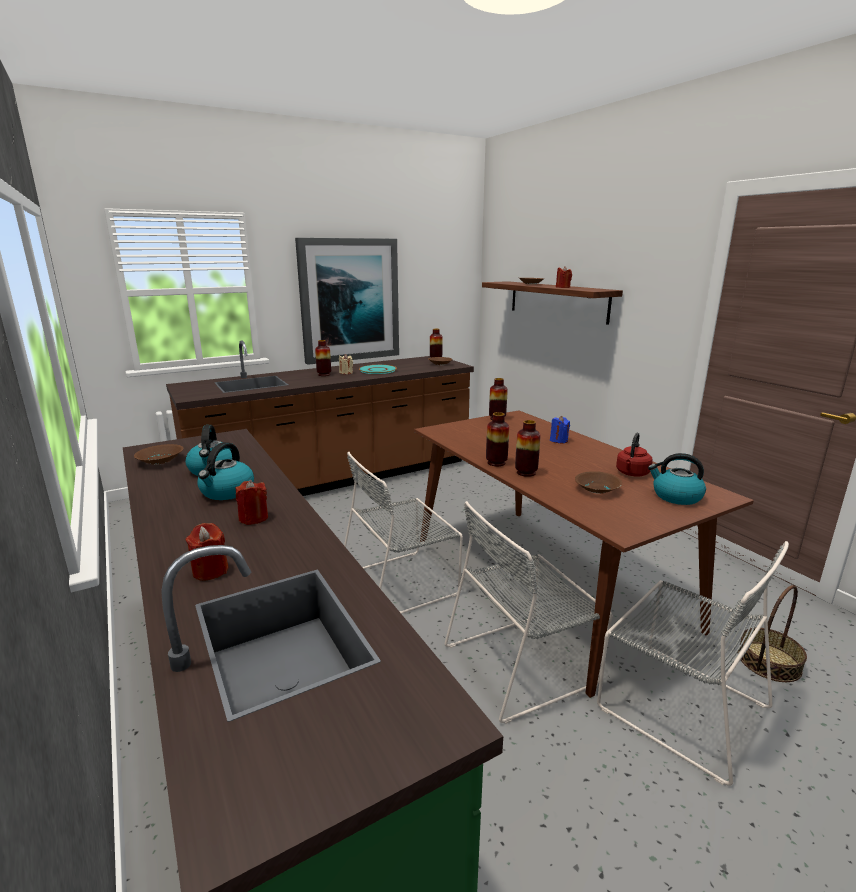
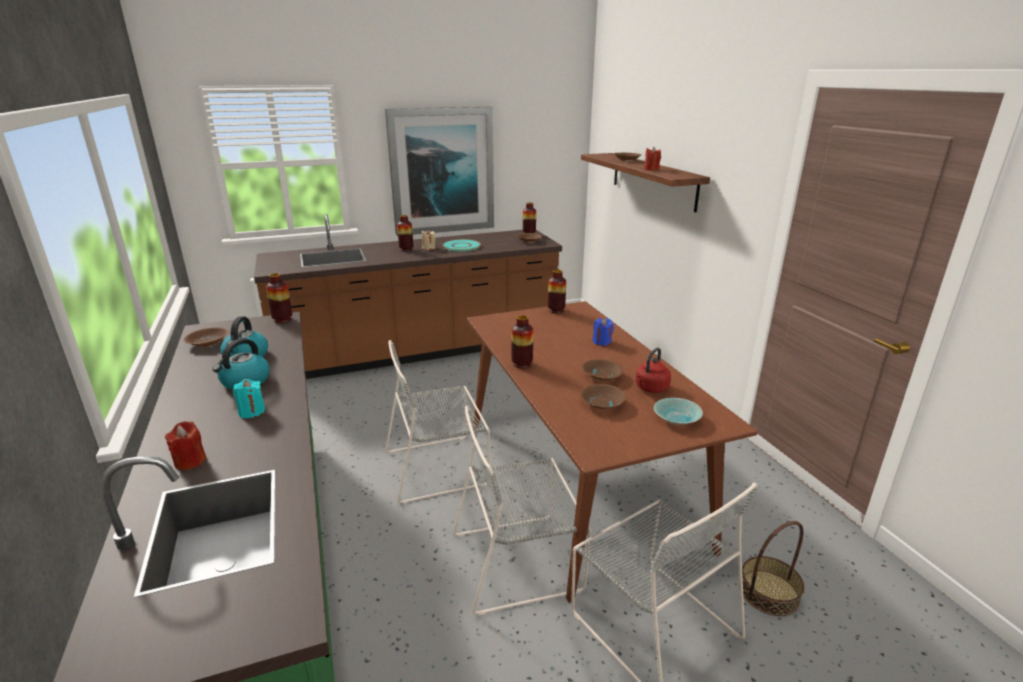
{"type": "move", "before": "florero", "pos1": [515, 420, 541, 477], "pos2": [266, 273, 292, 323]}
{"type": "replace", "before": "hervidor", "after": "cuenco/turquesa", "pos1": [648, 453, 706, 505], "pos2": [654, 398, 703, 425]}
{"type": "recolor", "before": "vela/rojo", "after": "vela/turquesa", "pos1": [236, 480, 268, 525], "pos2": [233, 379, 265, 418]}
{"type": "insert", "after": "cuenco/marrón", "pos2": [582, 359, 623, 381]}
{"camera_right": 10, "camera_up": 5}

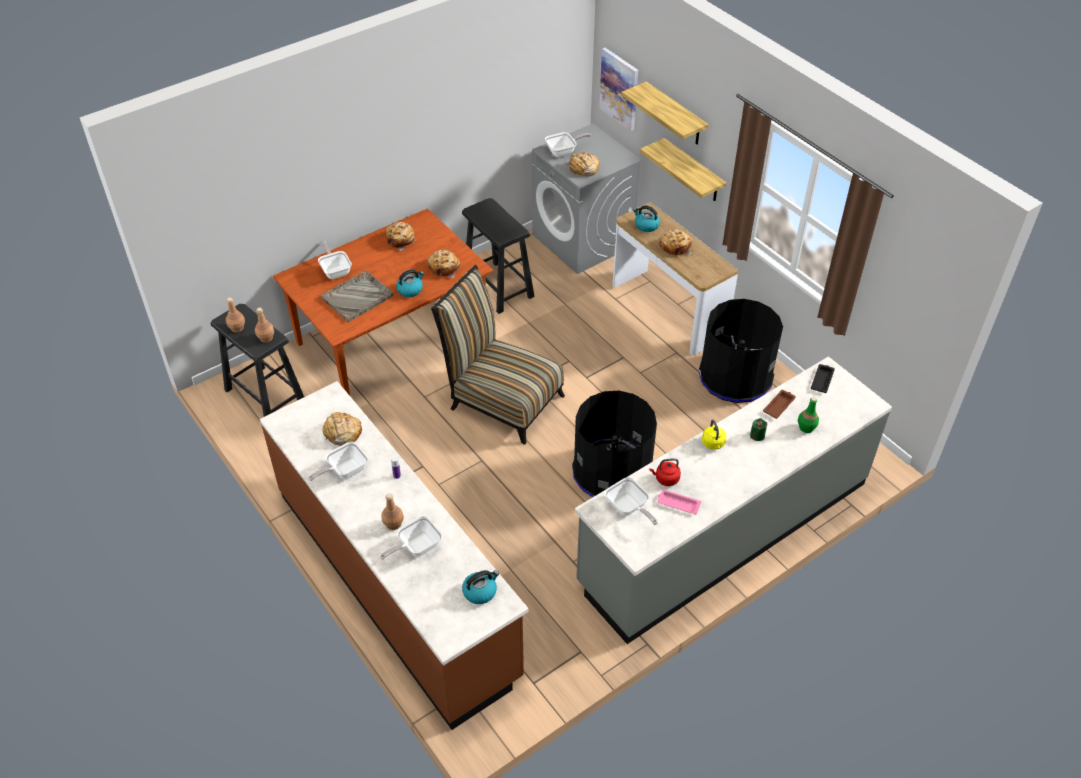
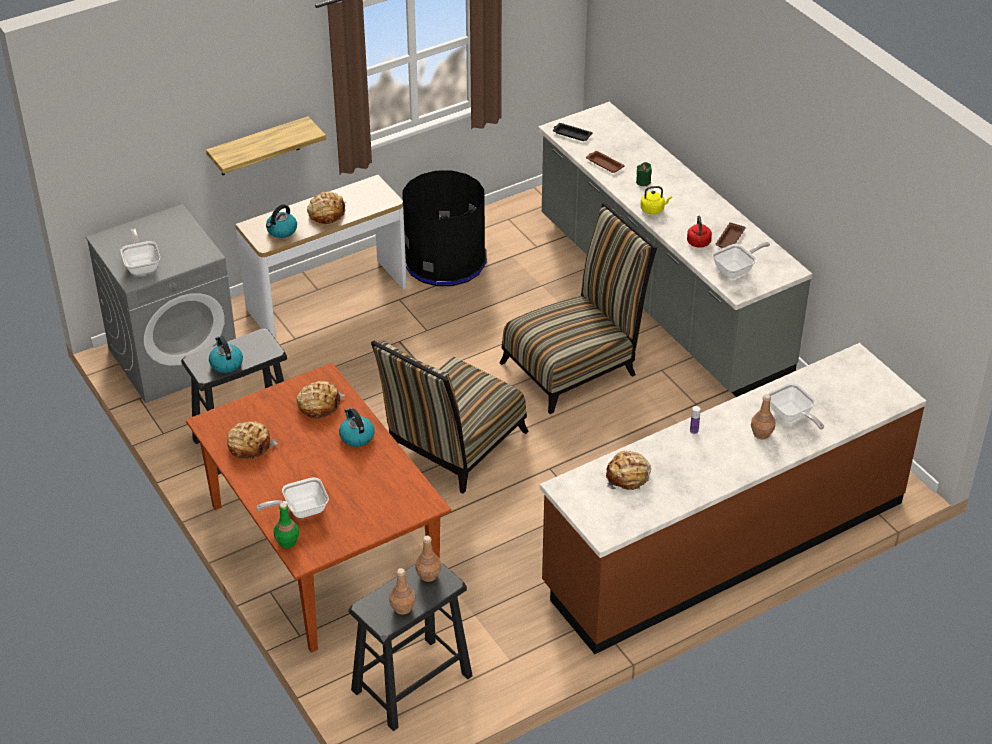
{"type": "delete", "before": "cuadro", "pos1": [599, 48, 638, 131]}
{"type": "delete", "before": "estante", "pos1": [621, 81, 708, 144]}
{"type": "delete", "before": "pan", "pos1": [567, 152, 599, 177]}
{"type": "delete", "before": "bandeja/gris", "pos1": [321, 270, 394, 322]}
{"type": "replace", "before": "papelera/negro", "after": "silla", "pos1": [572, 391, 657, 497], "pos2": [500, 202, 657, 414]}
{"type": "move", "before": "botella/verde", "pos1": [798, 397, 819, 433], "pos2": [274, 502, 299, 548]}
{"type": "delete", "before": "sartén", "pos1": [308, 442, 368, 481]}
{"type": "recolor", "before": "bandeja/rosa", "after": "bandeja/marrón", "pos1": [657, 490, 701, 514], "pos2": [716, 222, 746, 249]}
{"type": "move", "before": "hervidor", "pos1": [462, 570, 499, 604], "pos2": [209, 336, 243, 373]}
{"camera_right": -85, "camera_up": -5}

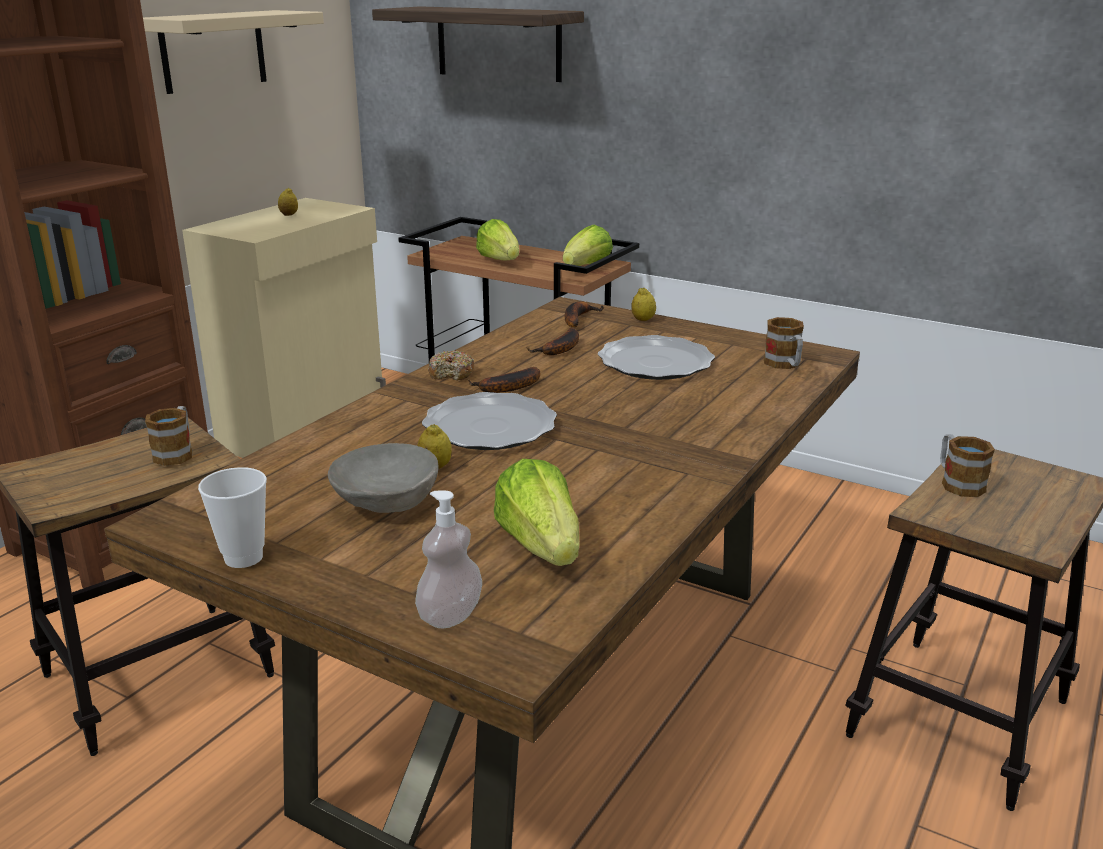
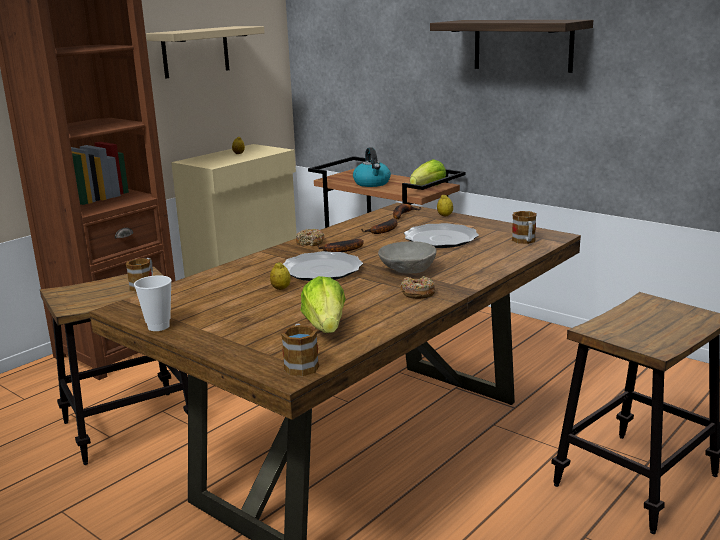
{"type": "move", "before": "estante", "pos1": [372, 6, 584, 82], "pos2": [430, 20, 593, 73]}
{"type": "replace", "before": "lechuga", "after": "hervidor", "pos1": [476, 219, 519, 260], "pos2": [353, 147, 391, 187]}
{"type": "move", "before": "taza grande", "pos1": [940, 434, 995, 497], "pos2": [281, 324, 319, 376]}
{"type": "move", "before": "cuenco/gris", "pos1": [328, 443, 439, 513], "pos2": [378, 241, 436, 273]}
{"type": "delete", "before": "dispensador de jabón", "pos1": [415, 490, 482, 629]}
{"type": "insert", "after": "rosquilla", "pos2": [401, 276, 436, 299]}
{"camera_right": 10, "camera_up": -5}

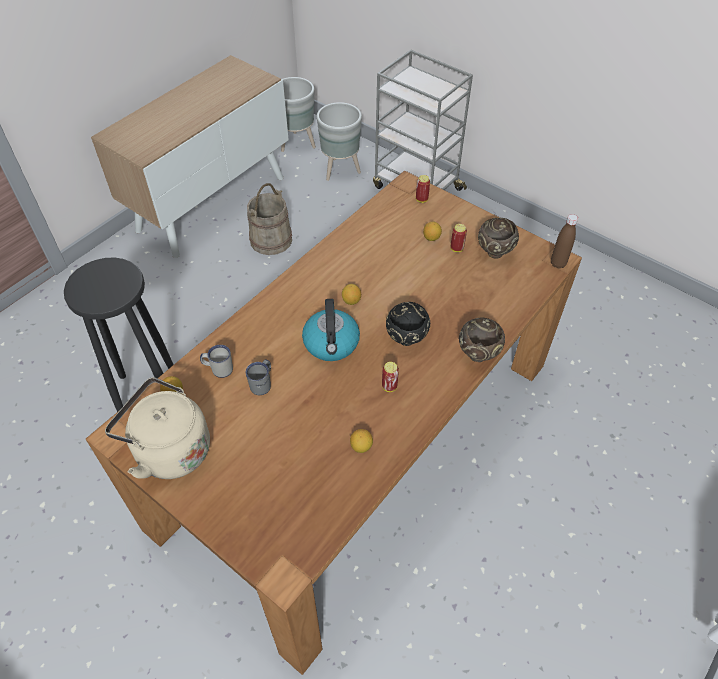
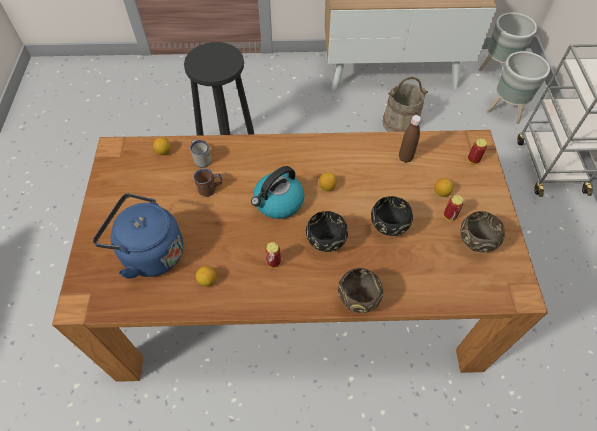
{"type": "move", "before": "botella/marrón", "pos1": [551, 214, 578, 269], "pos2": [399, 115, 422, 163]}
{"type": "recolor", "before": "taza grande/gris", "after": "taza grande/marrón", "pos1": [246, 360, 271, 395], "pos2": [194, 168, 222, 197]}
{"type": "delete", "before": "hervidor/beis", "pos1": [105, 377, 210, 479]}
{"type": "insert", "after": "hervidor/azul", "pos2": [93, 193, 183, 279]}
{"type": "insert", "after": "cuenco/negro", "pos2": [371, 196, 413, 236]}
{"camera_right": 50, "camera_up": 5}

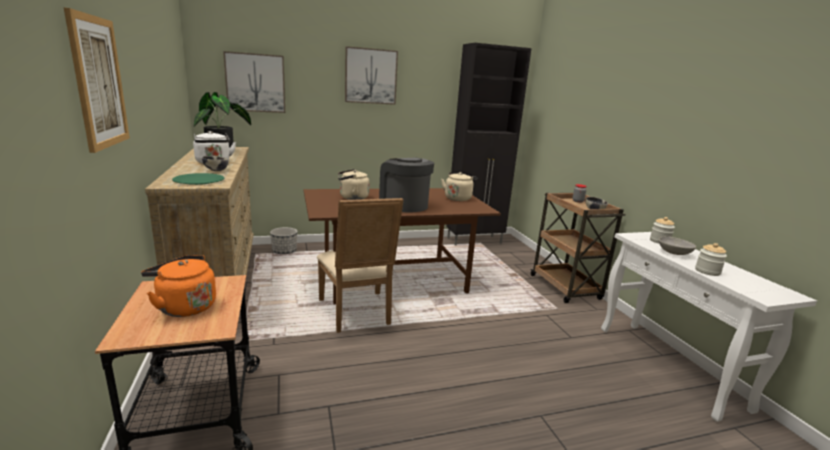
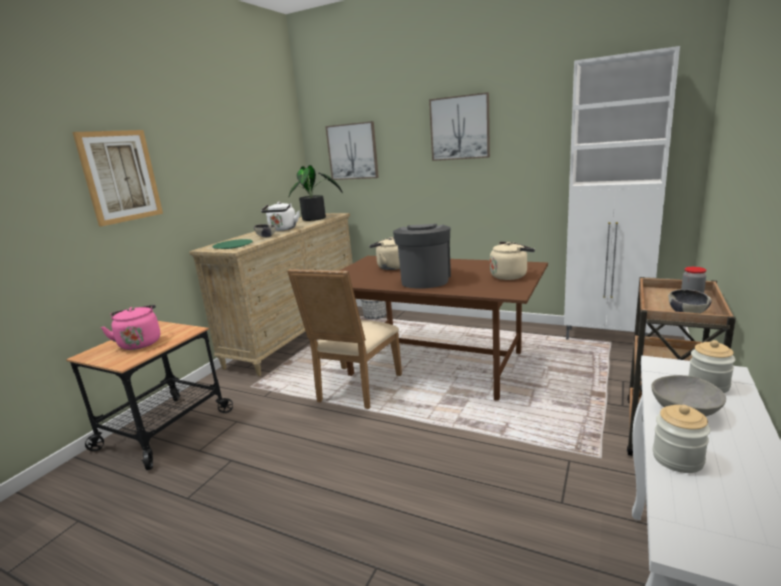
{"type": "recolor", "before": "armario/negro", "after": "armario/blanco", "pos1": [446, 43, 532, 246], "pos2": [564, 46, 680, 340]}
{"type": "recolor", "before": "hervidor/naranja", "after": "hervidor/rosa", "pos1": [141, 255, 216, 317], "pos2": [101, 304, 160, 350]}
{"camera_right": 45, "camera_up": 0}

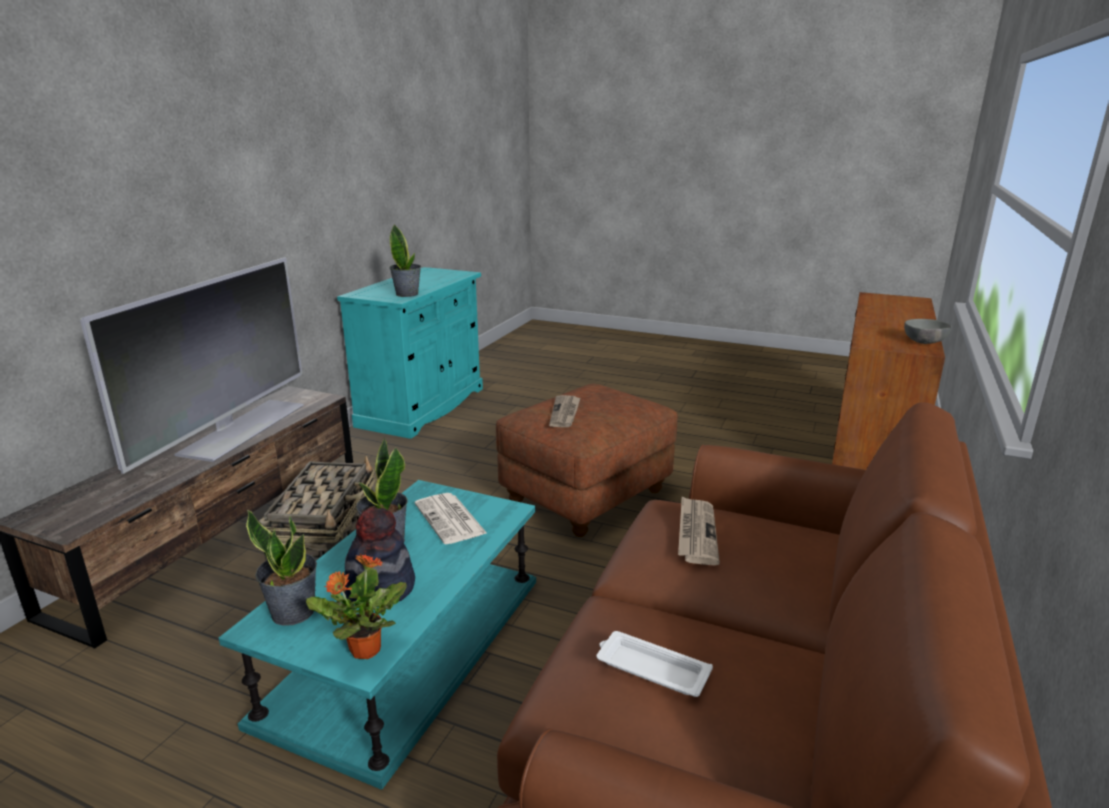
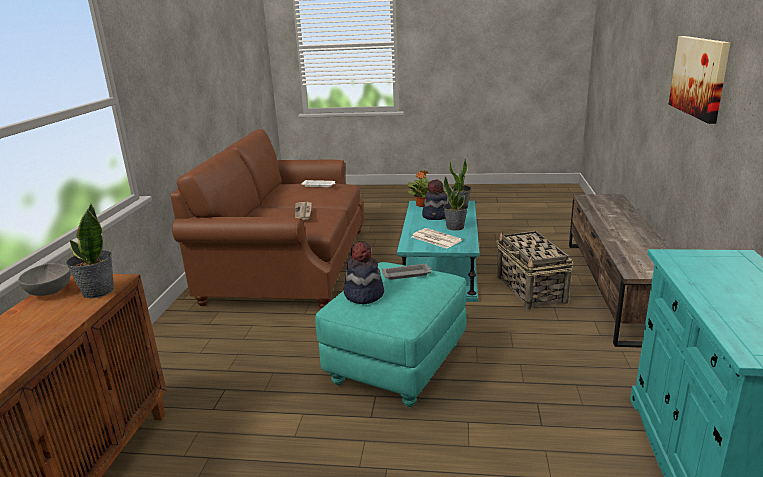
{"type": "move", "before": "planta en maceta", "pos1": [389, 224, 421, 297], "pos2": [66, 204, 114, 298]}
{"type": "delete", "before": "televisor", "pos1": [80, 257, 304, 474]}
{"type": "recolor", "before": "puf/marrón", "after": "puf/turquesa", "pos1": [496, 383, 678, 537], "pos2": [315, 262, 467, 407]}
{"type": "replace", "before": "periódico", "after": "bandeja/gris", "pos1": [549, 395, 580, 427], "pos2": [381, 264, 431, 280]}
{"type": "insert", "after": "cuadro", "pos2": [669, 36, 731, 124]}
{"type": "insert", "after": "sombrero", "pos2": [344, 241, 384, 304]}
{"camera_right": 165, "camera_up": 0}

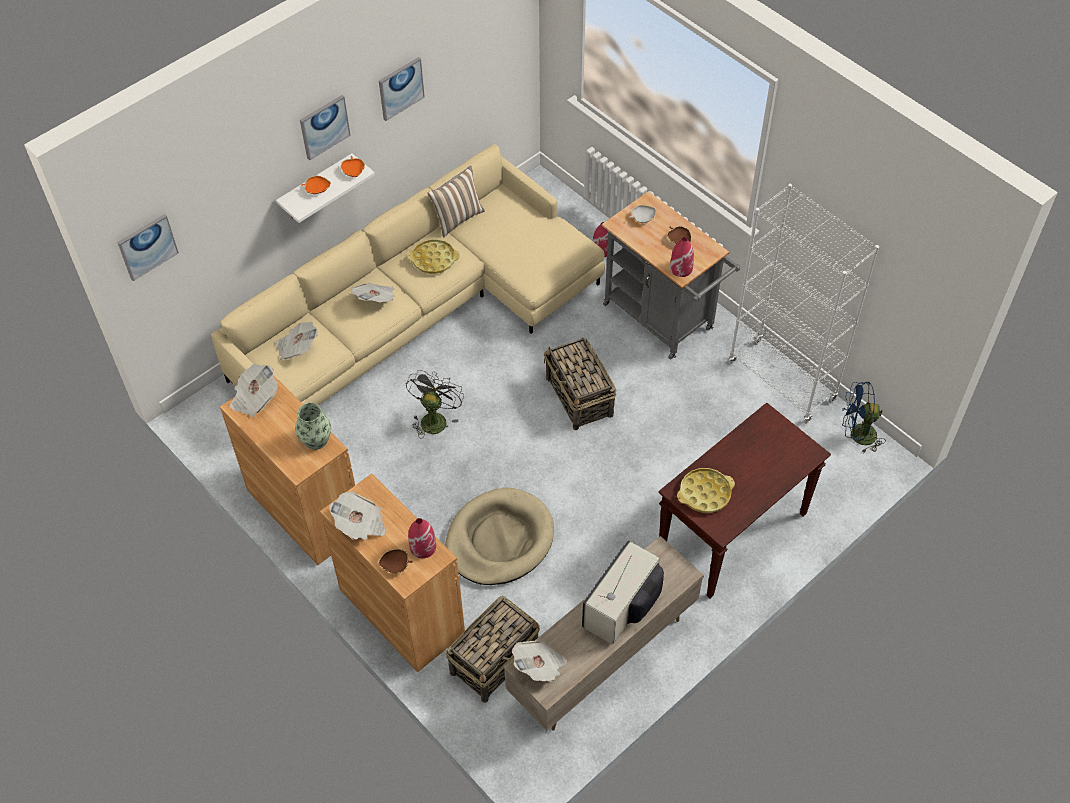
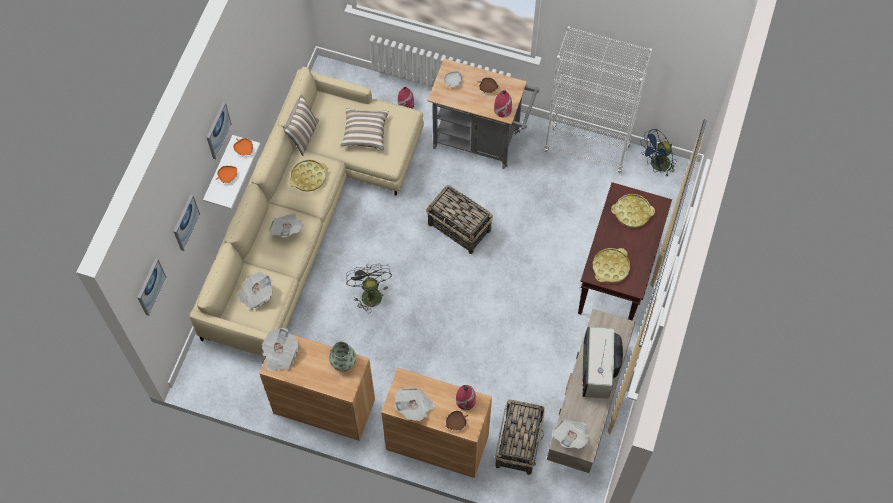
{"type": "move", "before": "cuadro", "pos1": [379, 57, 425, 121], "pos2": [173, 194, 200, 251]}
{"type": "delete", "before": "cama para perro/beis", "pos1": [446, 488, 554, 585]}
{"type": "insert", "after": "cojín", "pos2": [340, 108, 389, 150]}
{"type": "insert", "after": "bandeja/amarillo", "pos2": [611, 194, 655, 228]}
{"camera_right": -30, "camera_up": 10}

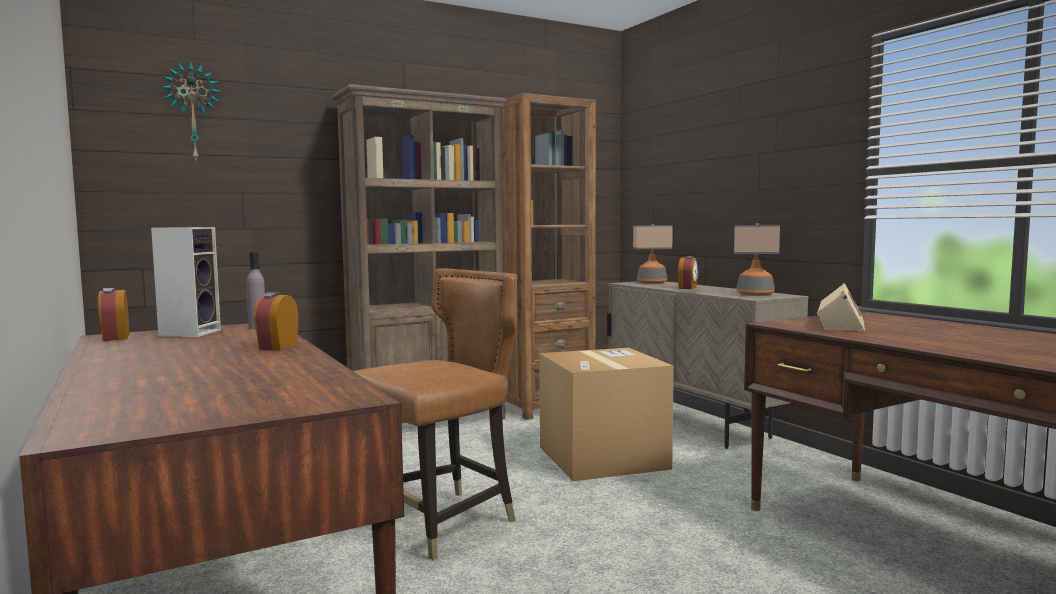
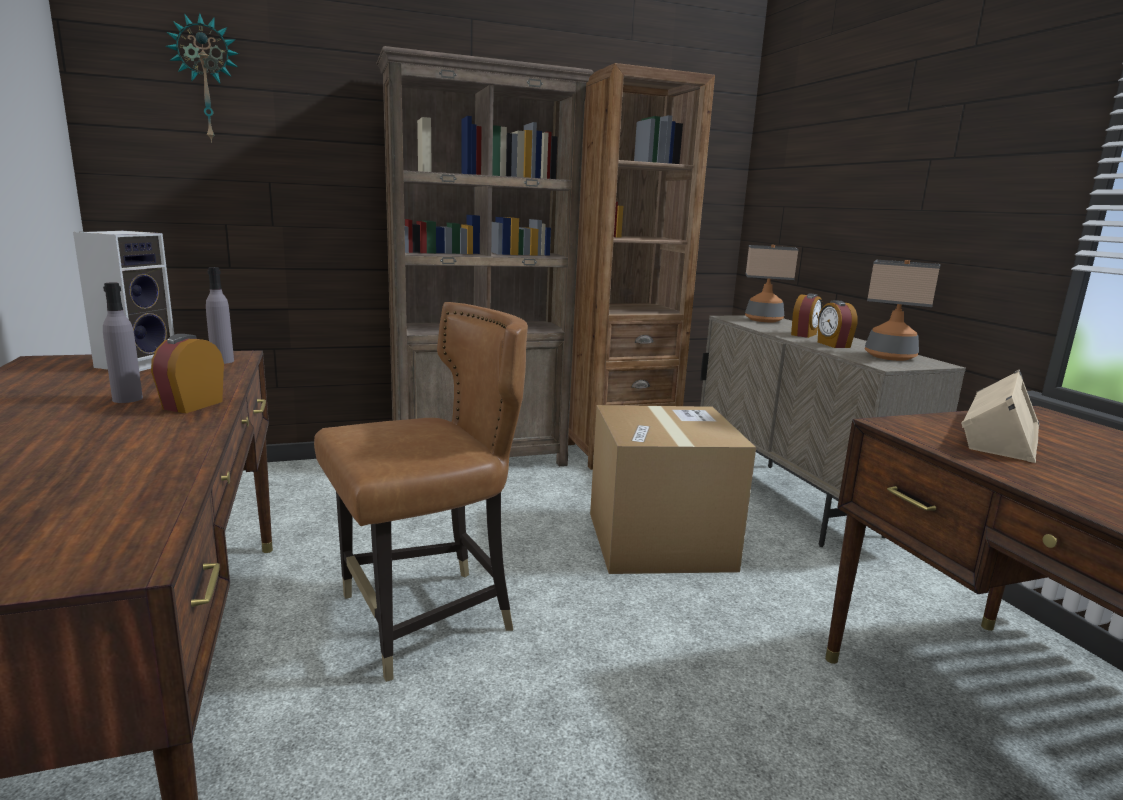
{"type": "move", "before": "despertador", "pos1": [97, 288, 129, 341], "pos2": [818, 301, 858, 348]}
{"type": "insert", "after": "botella/gris", "pos2": [103, 283, 143, 403]}
{"camera_right": 10, "camera_up": 10}

